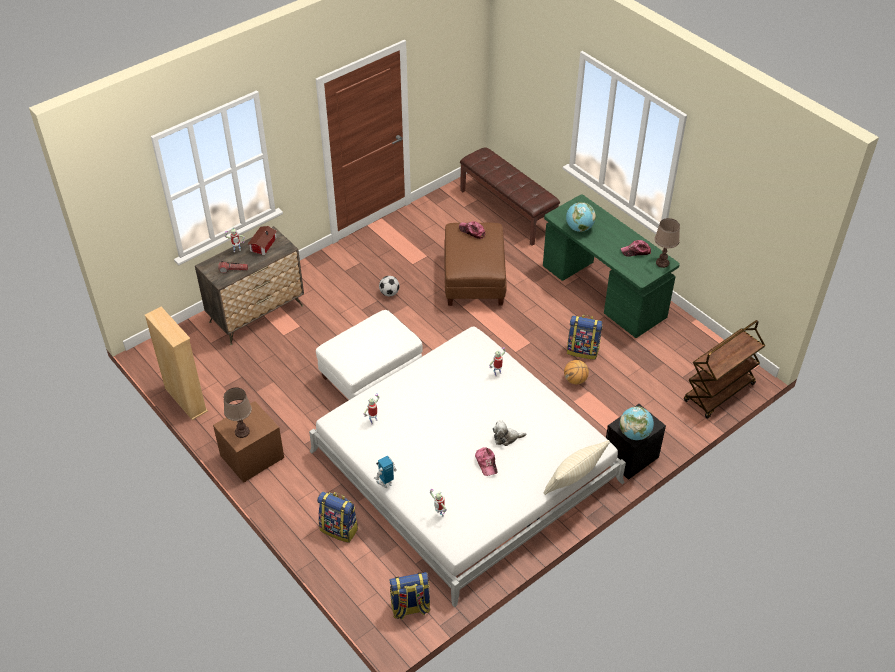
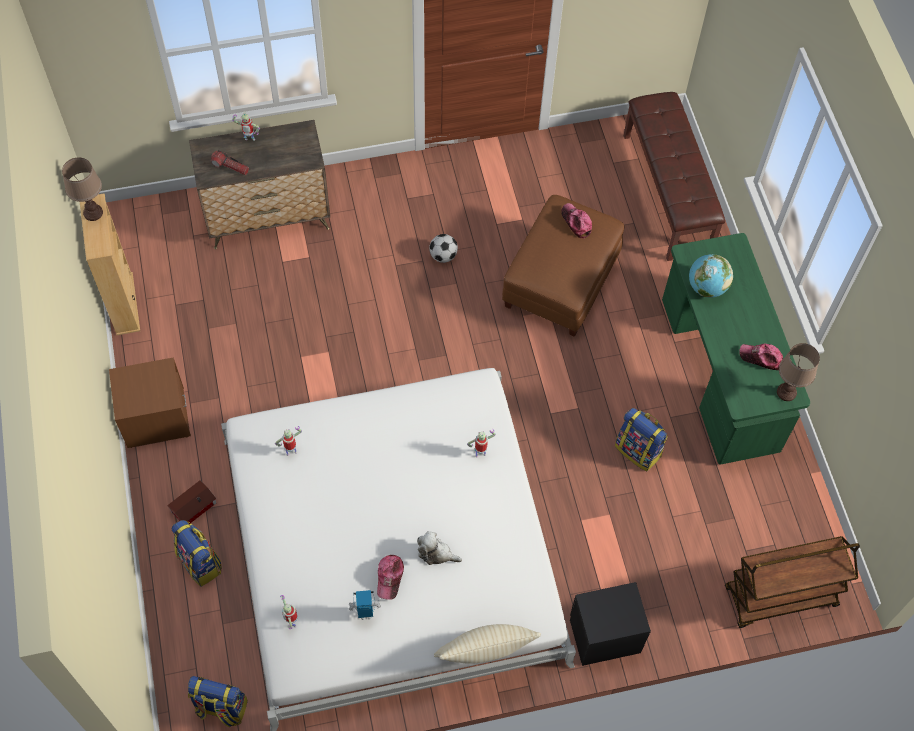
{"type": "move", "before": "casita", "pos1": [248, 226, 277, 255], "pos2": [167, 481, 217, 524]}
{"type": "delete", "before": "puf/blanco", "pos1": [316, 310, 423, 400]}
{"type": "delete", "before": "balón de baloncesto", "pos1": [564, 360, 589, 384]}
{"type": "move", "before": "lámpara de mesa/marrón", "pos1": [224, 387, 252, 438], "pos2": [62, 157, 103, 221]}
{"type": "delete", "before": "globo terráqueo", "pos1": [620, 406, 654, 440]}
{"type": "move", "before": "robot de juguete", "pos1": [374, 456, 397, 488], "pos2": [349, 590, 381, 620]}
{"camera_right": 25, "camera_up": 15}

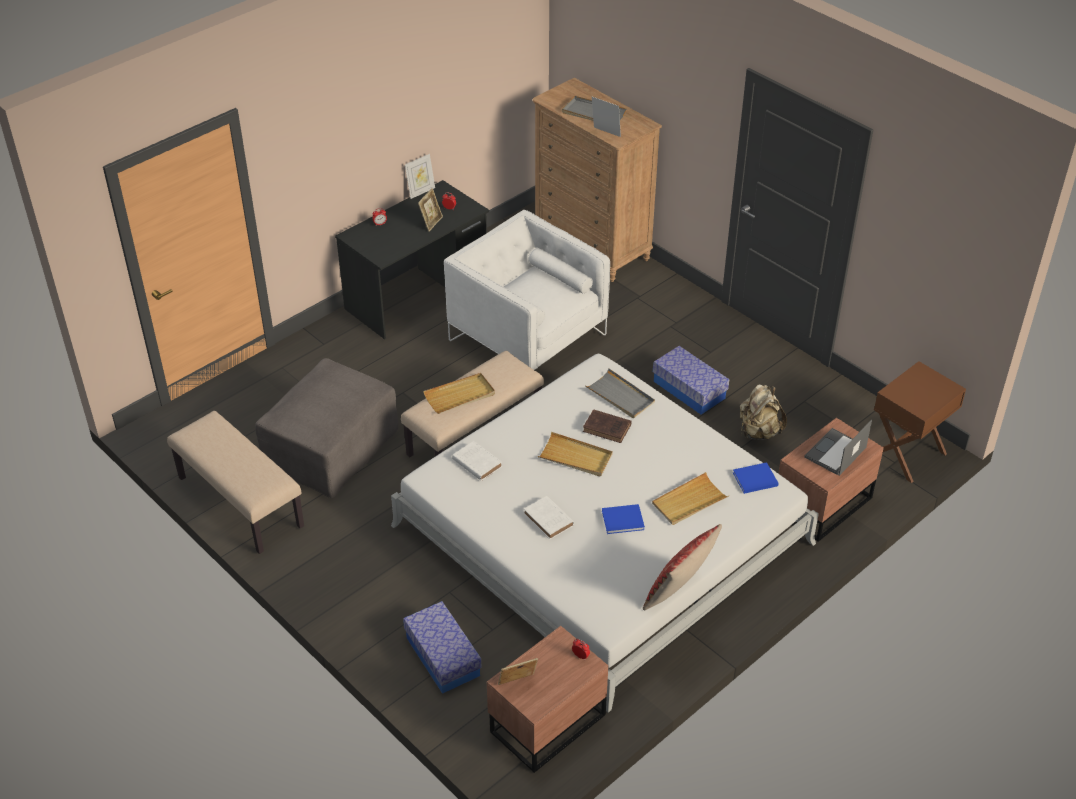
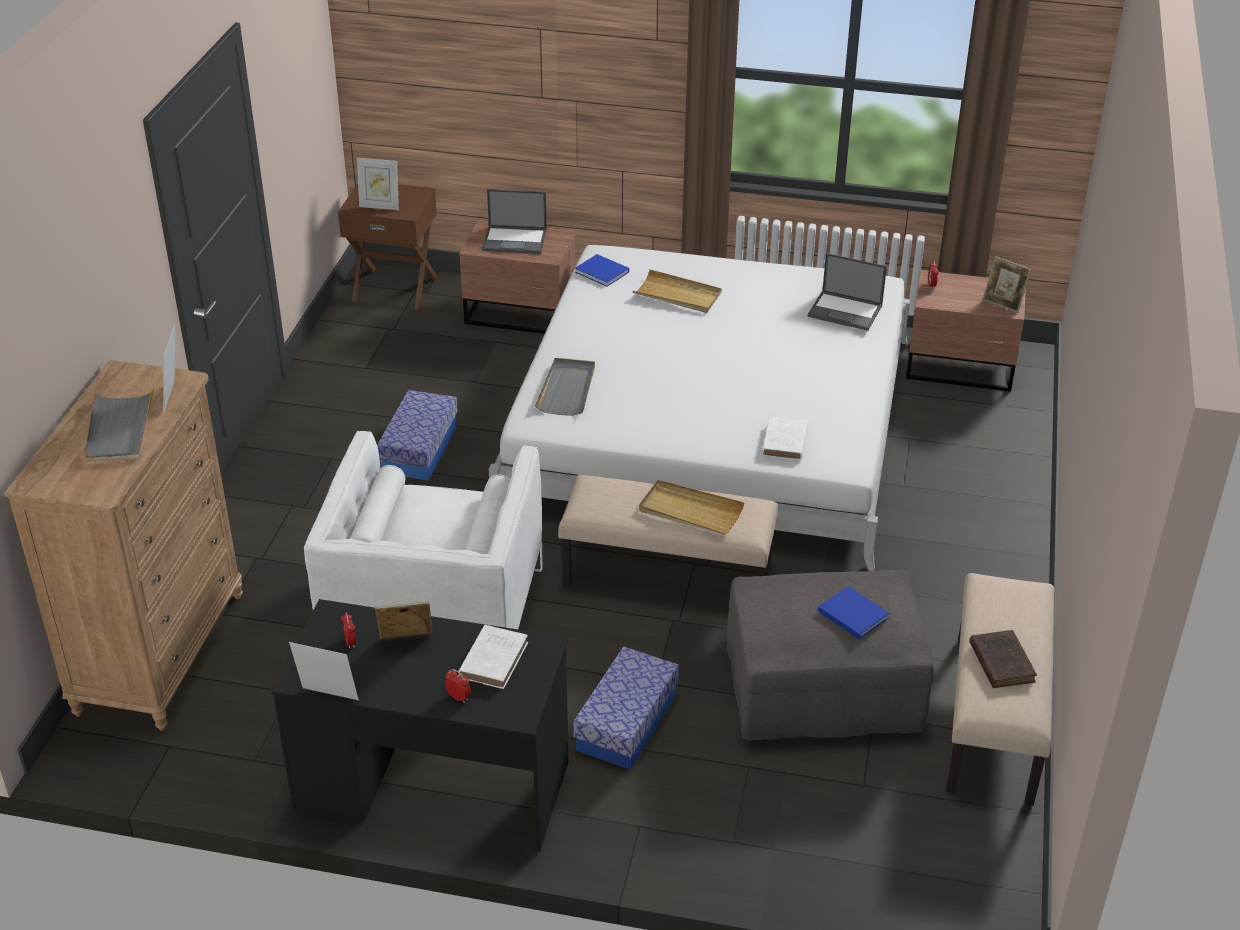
{"type": "delete", "before": "mochila/beis", "pos1": [740, 384, 787, 440]}
{"type": "move", "before": "libro/marrón", "pos1": [583, 409, 632, 443], "pos2": [969, 630, 1037, 688]}
{"type": "delete", "before": "bandeja/beis", "pos1": [538, 432, 613, 477]}
{"type": "move", "before": "libro/blanco", "pos1": [523, 496, 574, 539], "pos2": [458, 625, 528, 689]}
{"type": "move", "before": "libro/azul", "pos1": [602, 504, 645, 534], "pos2": [818, 586, 890, 639]}
{"type": "delete", "before": "cojín", "pos1": [643, 524, 722, 610]}
{"type": "move", "before": "caja de almacenaje", "pos1": [403, 601, 482, 694], "pos2": [573, 646, 679, 770]}
{"type": "insert", "after": "portarretratos", "pos2": [357, 158, 399, 210]}
{"type": "insert", "after": "portátil", "pos2": [807, 253, 887, 331]}
{"camera_right": -125, "camera_up": -5}

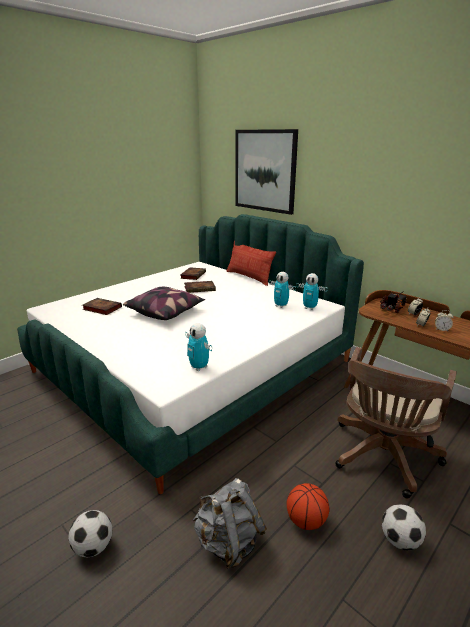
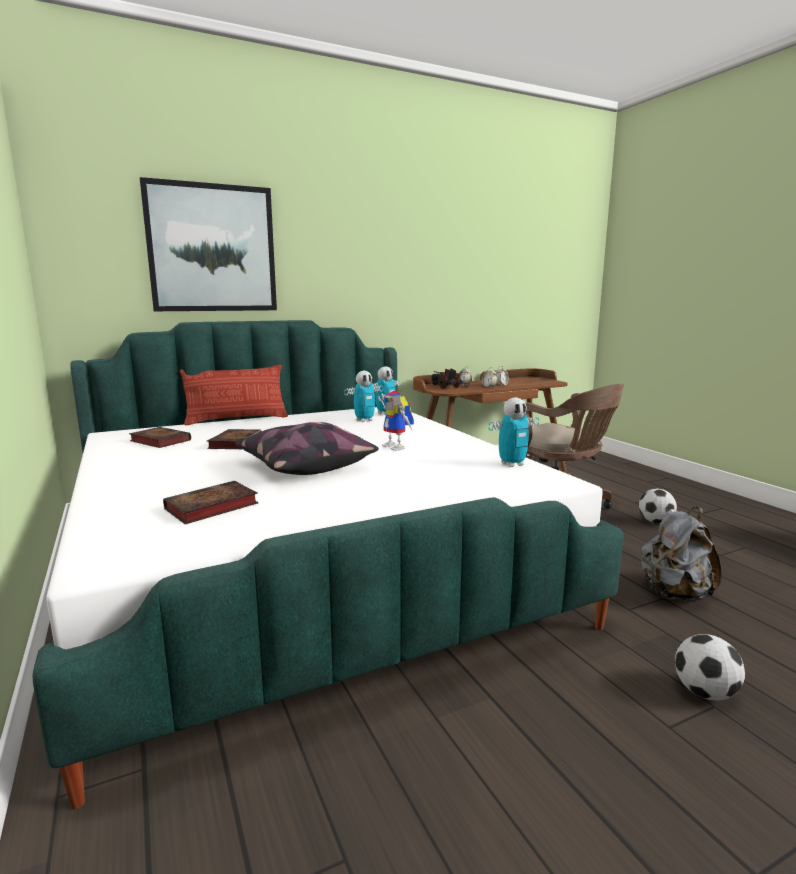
{"type": "delete", "before": "balón de baloncesto", "pos1": [287, 483, 329, 530]}
{"type": "insert", "after": "robot de juguete", "pos2": [378, 391, 414, 451]}
{"camera_right": -70, "camera_up": -10}

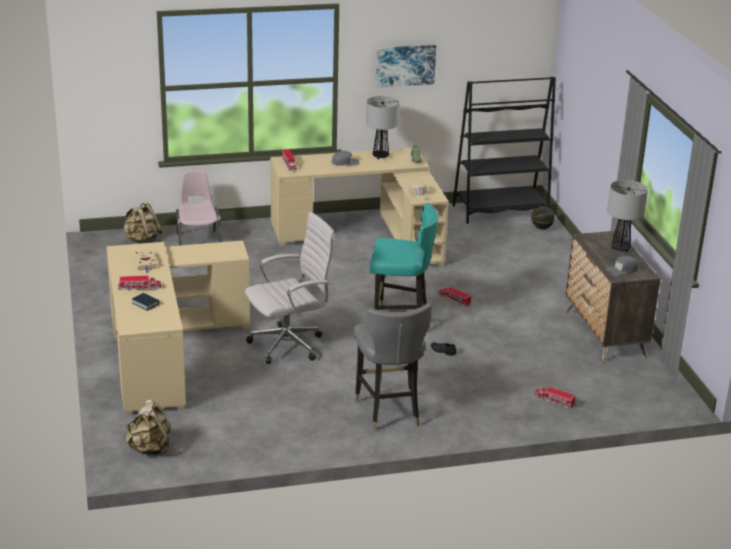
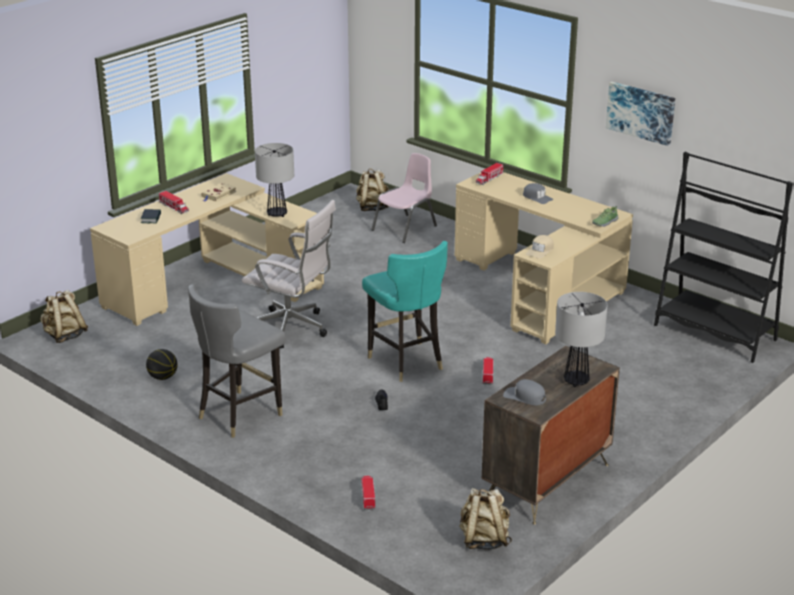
{"type": "move", "before": "lámpara de mesa", "pos1": [366, 96, 399, 159], "pos2": [255, 143, 294, 217]}
{"type": "move", "before": "balón de baloncesto", "pos1": [531, 206, 555, 229], "pos2": [146, 349, 178, 380]}
{"type": "insert", "after": "mochila/beis", "pos2": [460, 488, 512, 550]}
{"camera_right": 55, "camera_up": 0}

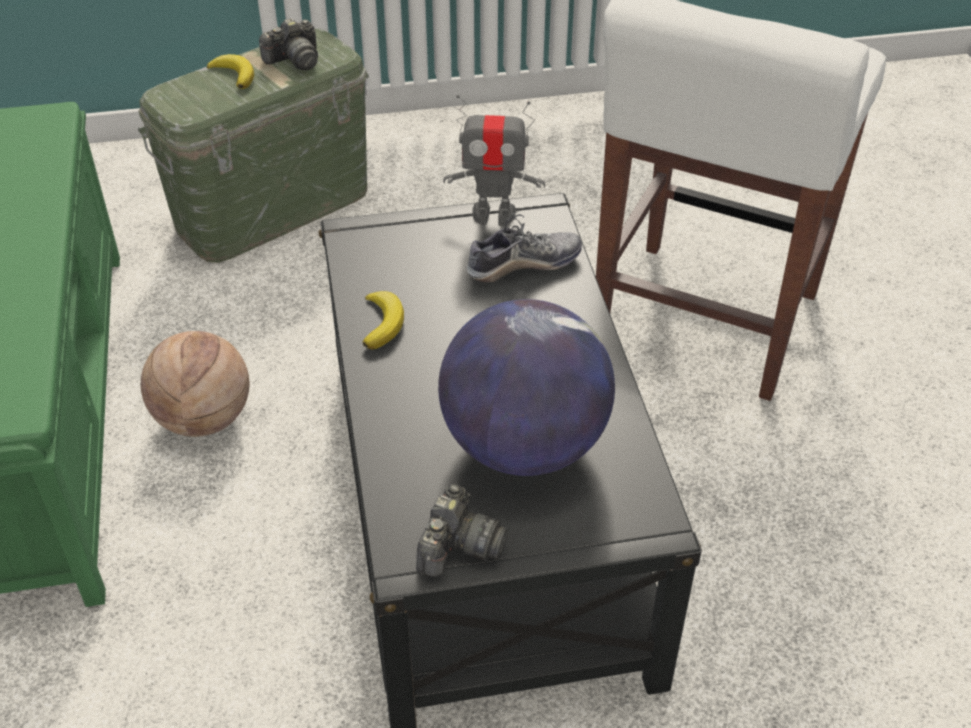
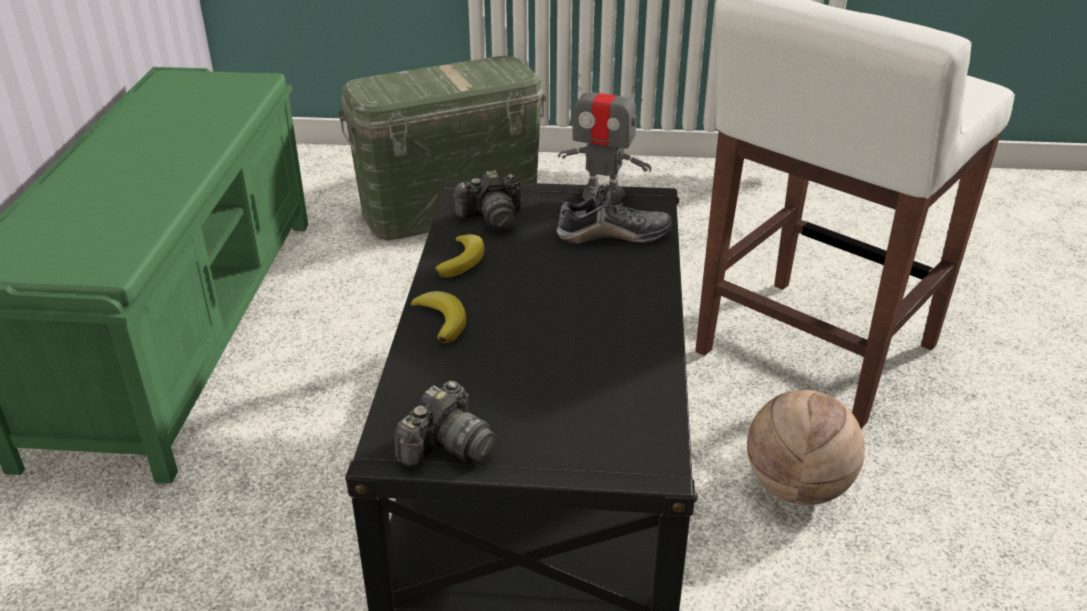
{"type": "move", "before": "cámara", "pos1": [259, 18, 318, 70], "pos2": [452, 170, 521, 231]}
{"type": "move", "before": "plátano", "pos1": [207, 54, 254, 89], "pos2": [411, 291, 466, 343]}
{"type": "delete", "before": "globo terráqueo", "pos1": [438, 299, 615, 476]}
{"type": "move", "before": "balón de baloncesto", "pos1": [141, 331, 249, 437], "pos2": [747, 390, 865, 505]}
{"camera_right": 15, "camera_up": -10}

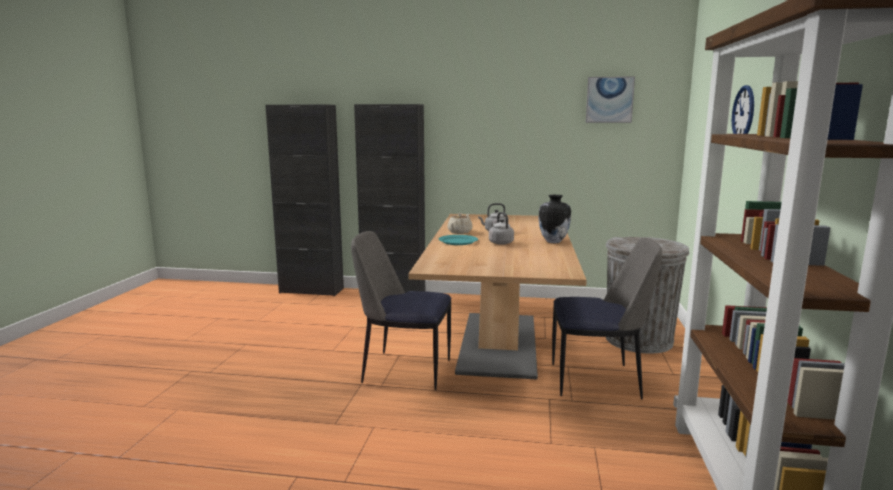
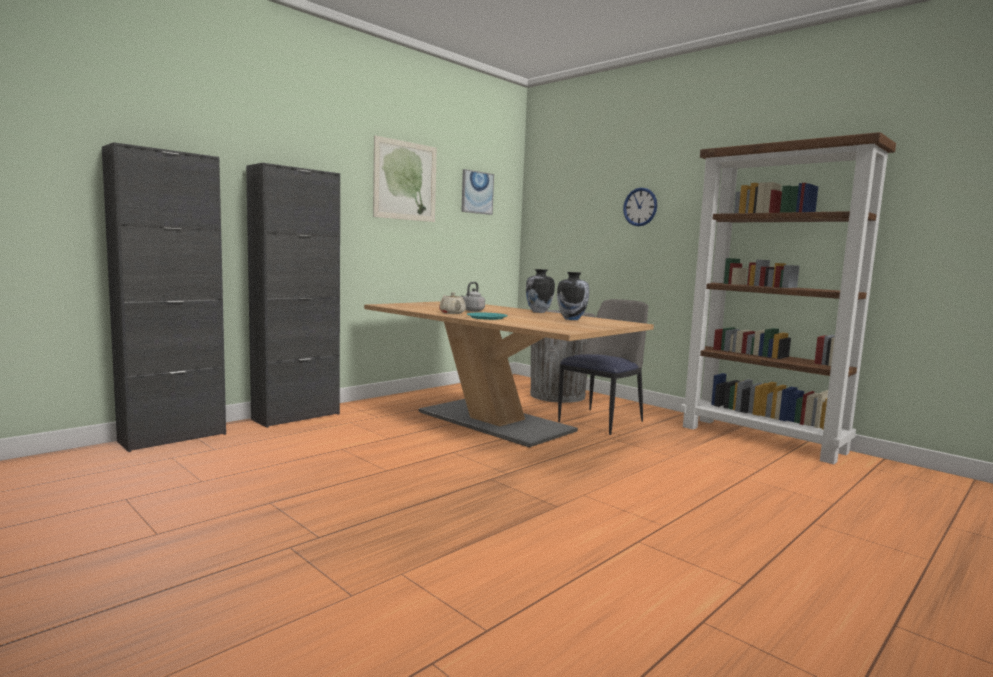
{"type": "delete", "before": "hervidor/gris", "pos1": [489, 212, 514, 245]}
{"type": "delete", "before": "silla", "pos1": [351, 231, 452, 390]}
{"type": "insert", "after": "cuadro", "pos2": [373, 135, 437, 222]}
{"type": "insert", "after": "florero", "pos2": [557, 272, 589, 320]}
{"camera_right": -55, "camera_up": -5}

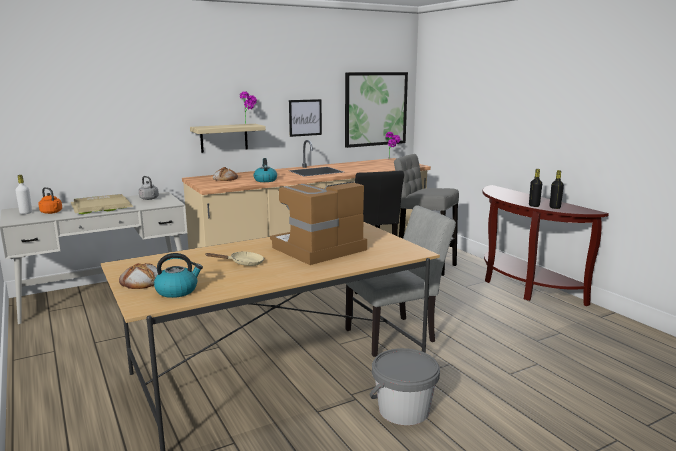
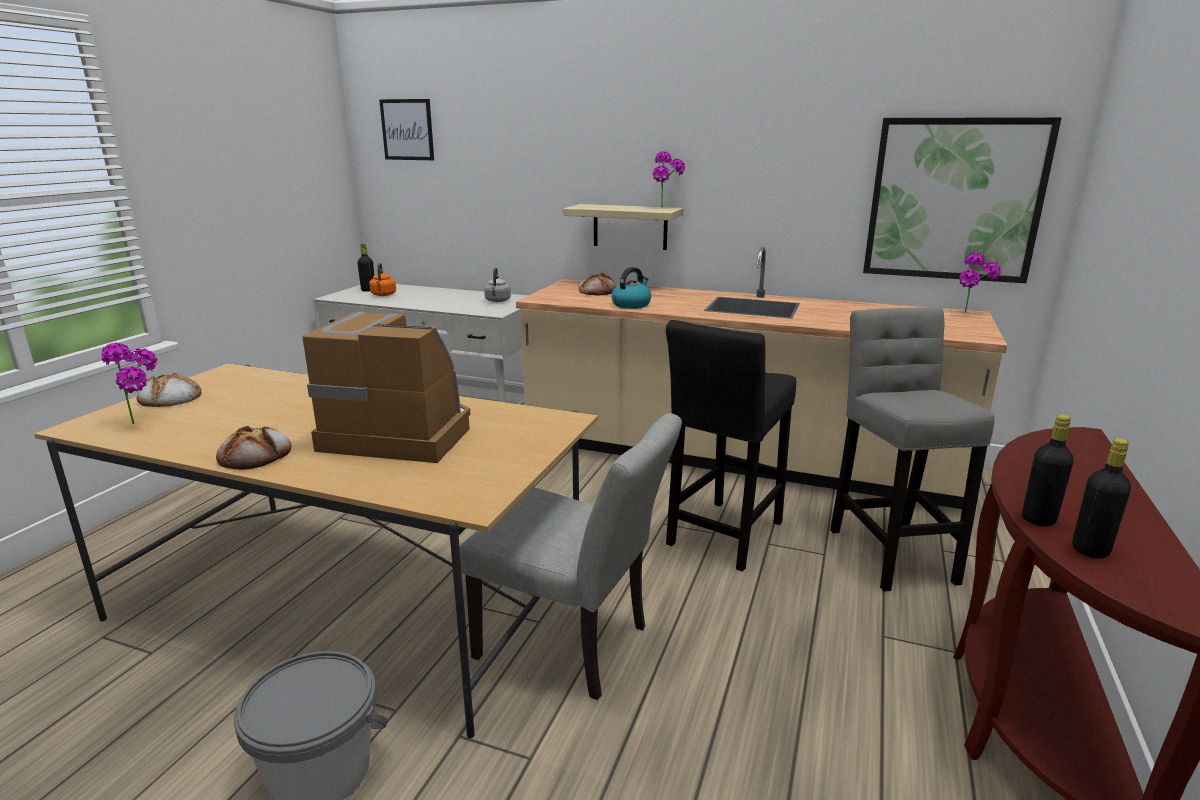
{"type": "move", "before": "cuadro", "pos1": [289, 99, 322, 137], "pos2": [379, 99, 434, 160]}
{"type": "recolor", "before": "botella/blanco", "after": "botella/negro", "pos1": [15, 175, 32, 214], "pos2": [357, 244, 374, 292]}
{"type": "delete", "before": "bandeja/beis", "pos1": [71, 194, 134, 214]}
{"type": "delete", "before": "sartén/beis", "pos1": [206, 252, 264, 266]}
{"type": "replace", "before": "hervidor", "after": "planta en maceta", "pos1": [154, 253, 203, 298], "pos2": [101, 343, 158, 424]}
{"type": "insert", "after": "pan", "pos2": [216, 426, 292, 470]}
{"camera_right": 50, "camera_up": 5}

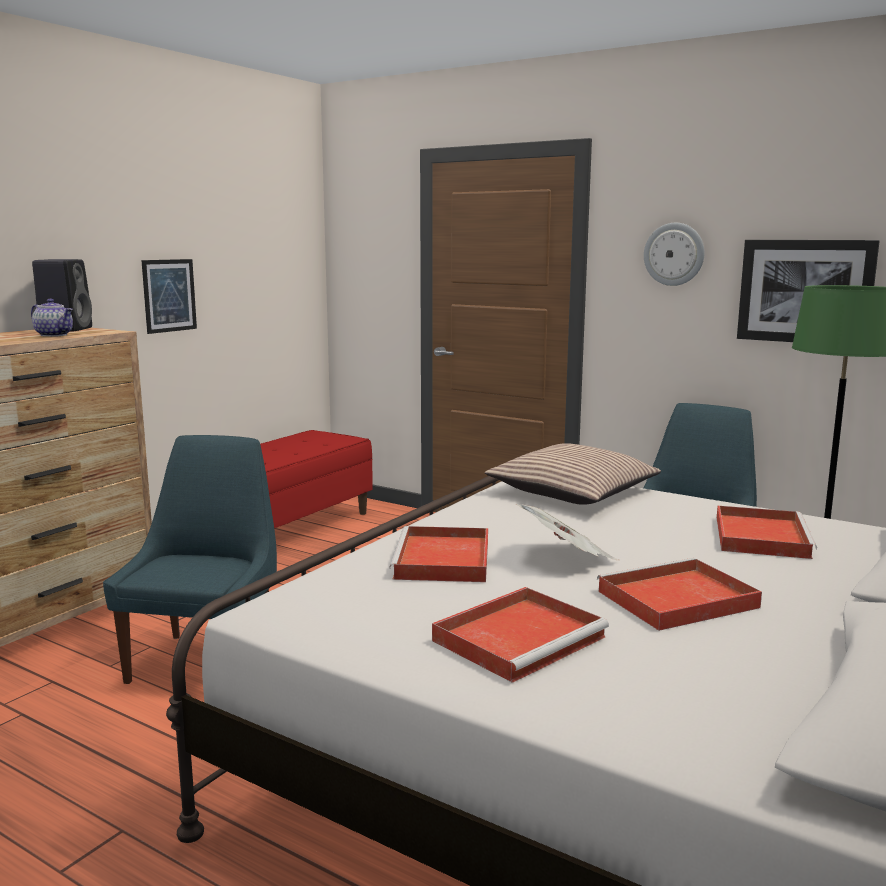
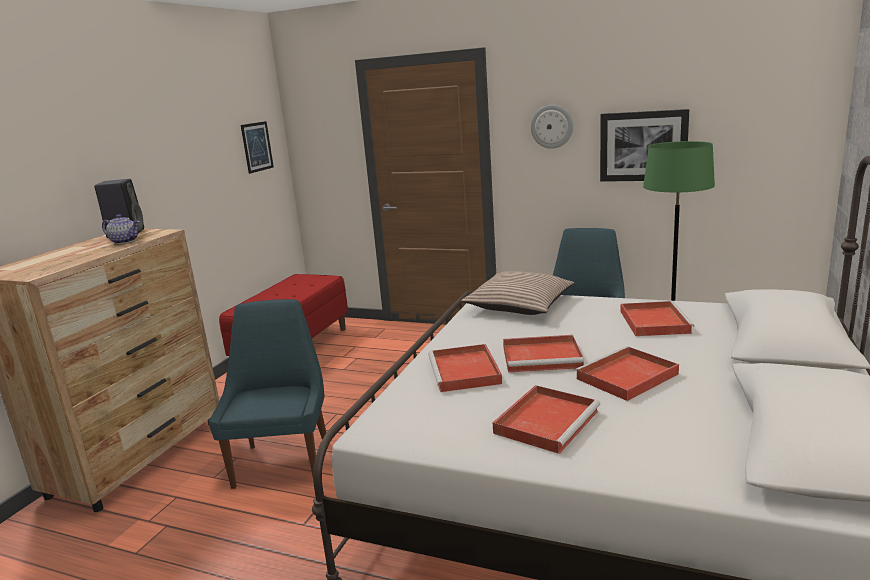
{"type": "move", "before": "cuadro", "pos1": [141, 259, 197, 334], "pos2": [241, 121, 274, 174]}
{"type": "replace", "before": "periódico", "after": "bandeja/rojo", "pos1": [516, 504, 618, 560], "pos2": [503, 335, 584, 372]}
{"camera_right": -10, "camera_up": 5}

